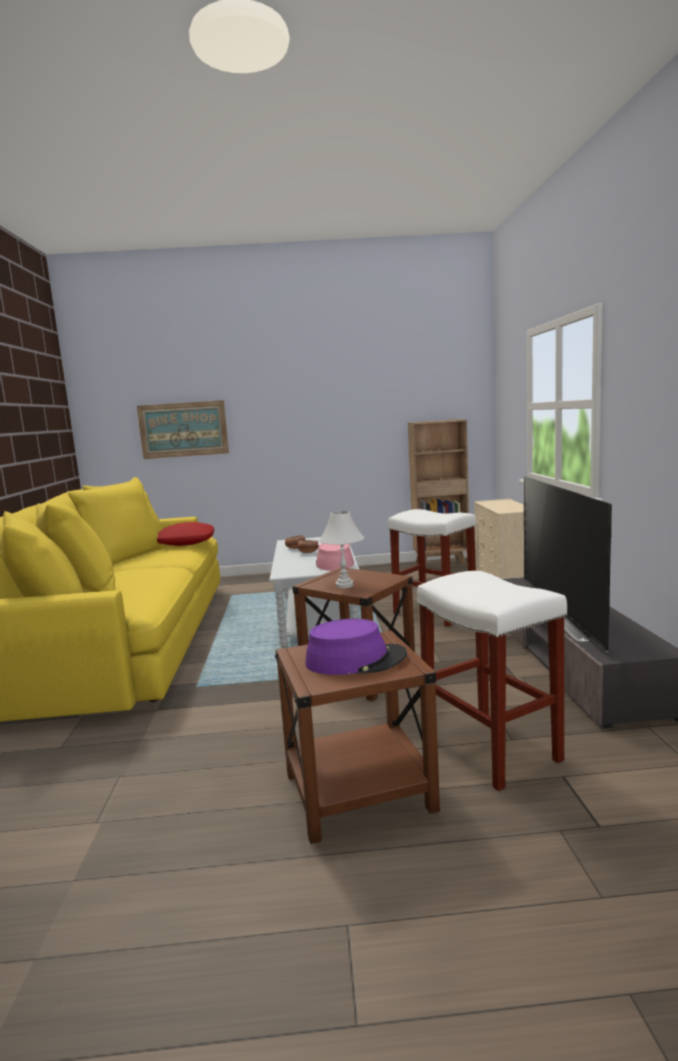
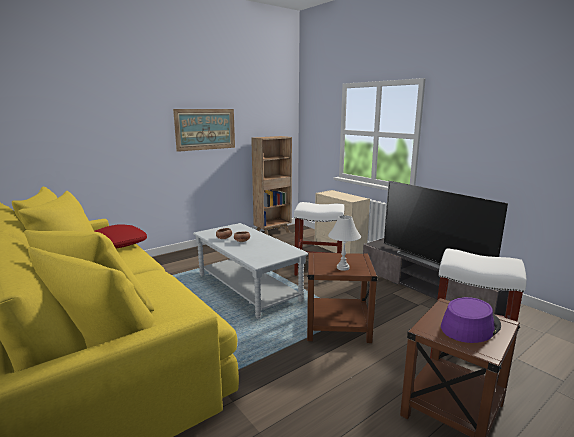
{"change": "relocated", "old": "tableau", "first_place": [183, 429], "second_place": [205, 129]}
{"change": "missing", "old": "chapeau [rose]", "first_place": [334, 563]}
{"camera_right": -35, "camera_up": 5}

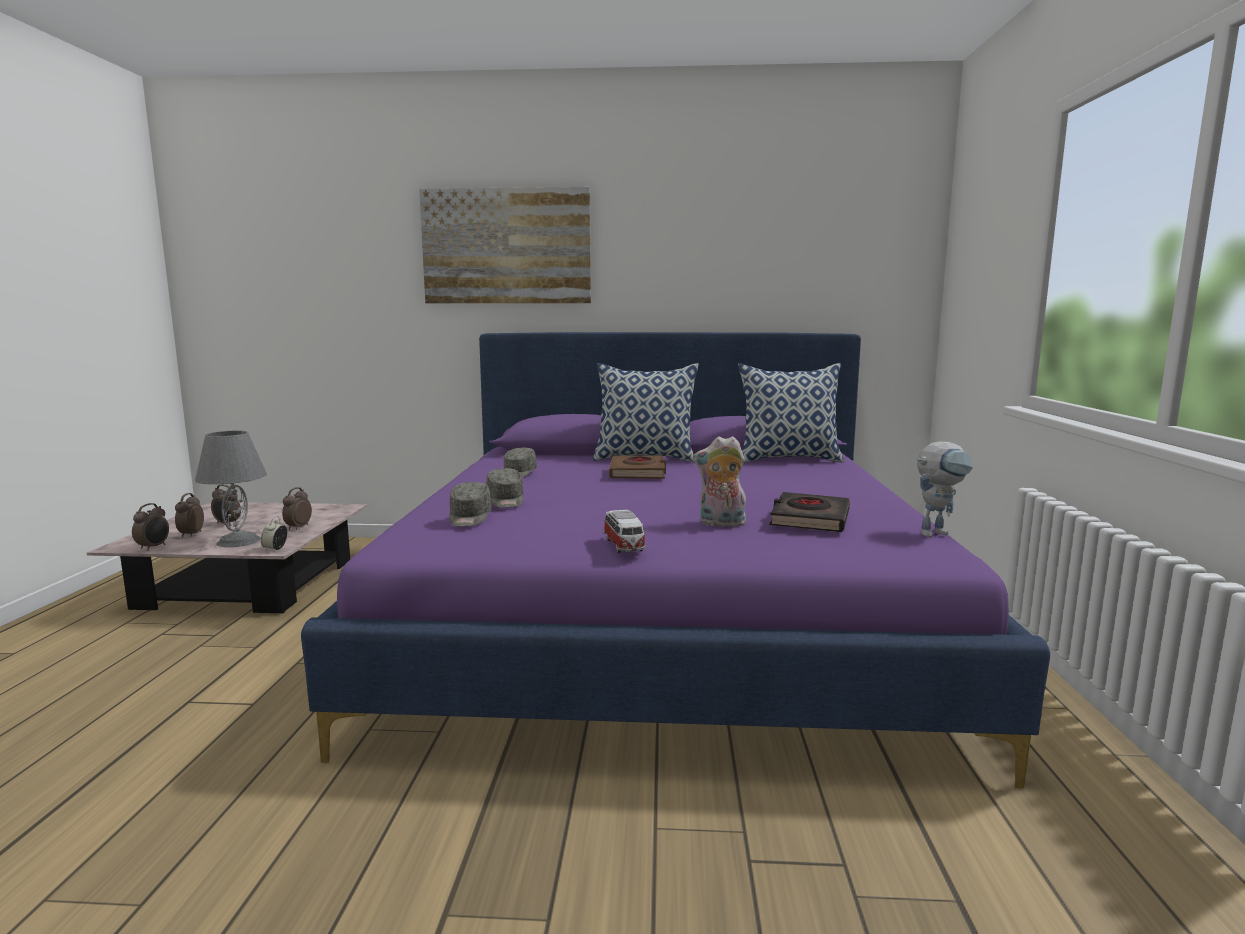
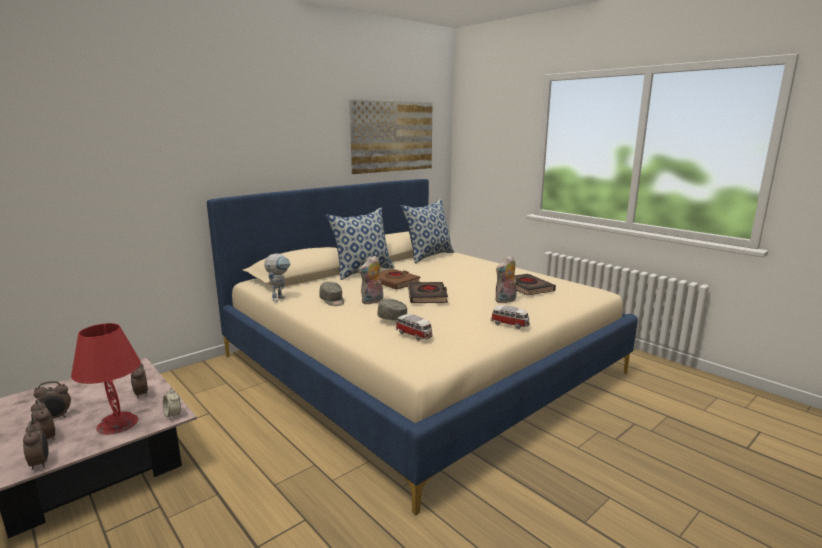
{"change": "relocated", "old": "tableau", "first_place": [506, 246], "second_place": [393, 136]}
{"change": "colour", "old": "lit [violet]", "new": "lit [beige]", "first_place": [664, 621], "second_place": [419, 364]}
{"change": "colour", "old": "lampe de table [gris]", "new": "lampe de table [rouge]", "first_place": [238, 541], "second_place": [117, 423]}
{"change": "relocated", "old": "robot jouet", "first_place": [937, 532], "second_place": [279, 298]}
{"change": "exchanged", "old": "casquette [gris]", "new": "petite voiture", "first_place": [469, 518], "second_place": [414, 335]}
{"change": "appeared", "new": "peluche", "second_place": [372, 301]}
{"change": "appeared", "new": "livre [noir]", "second_place": [427, 296]}
{"camera_right": -45, "camera_up": 5}

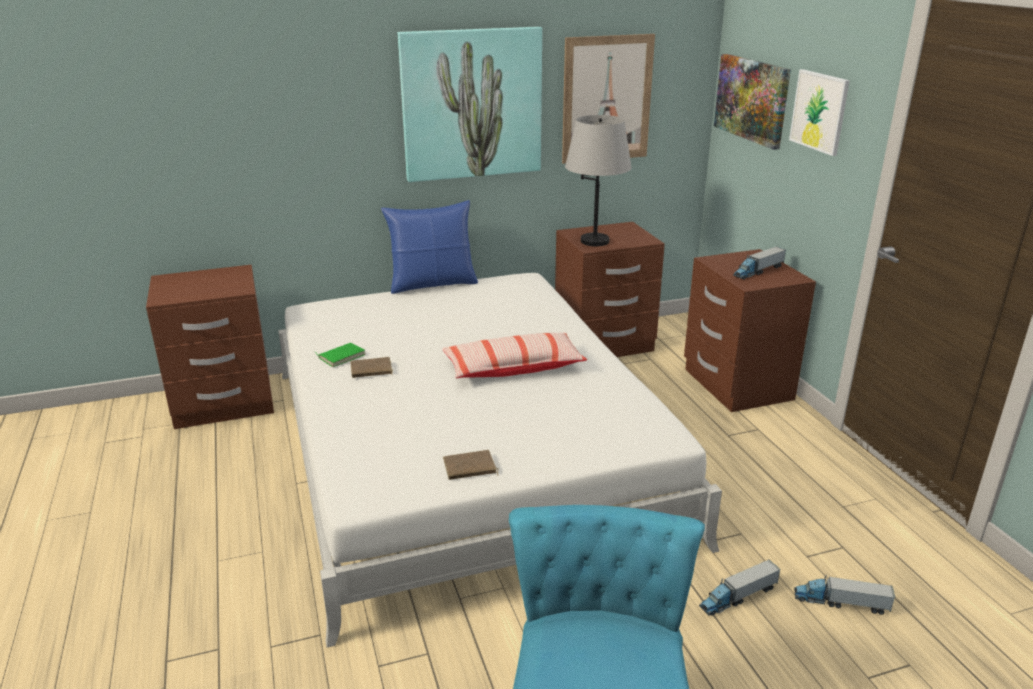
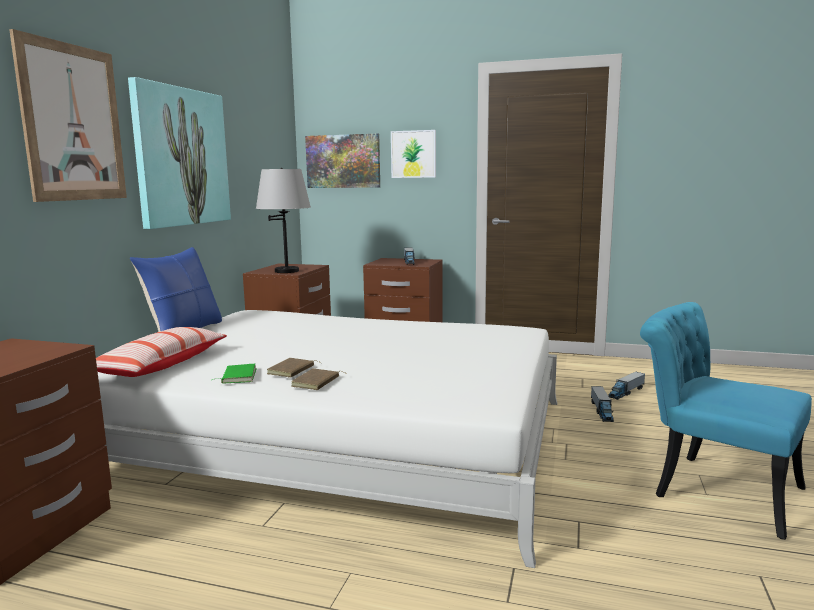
{"change": "relocated", "old": "tableau", "first_place": [607, 99], "second_place": [73, 123]}
{"change": "relocated", "old": "coussin", "first_place": [513, 368], "second_place": [161, 365]}
{"change": "relocated", "old": "livre [marron]", "first_place": [469, 469], "second_place": [317, 382]}
{"camera_right": -55, "camera_up": -15}

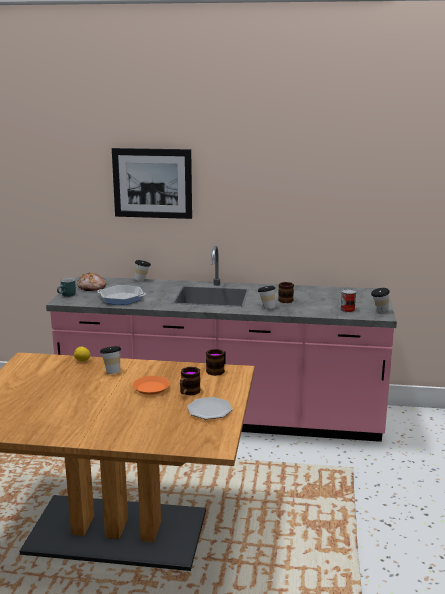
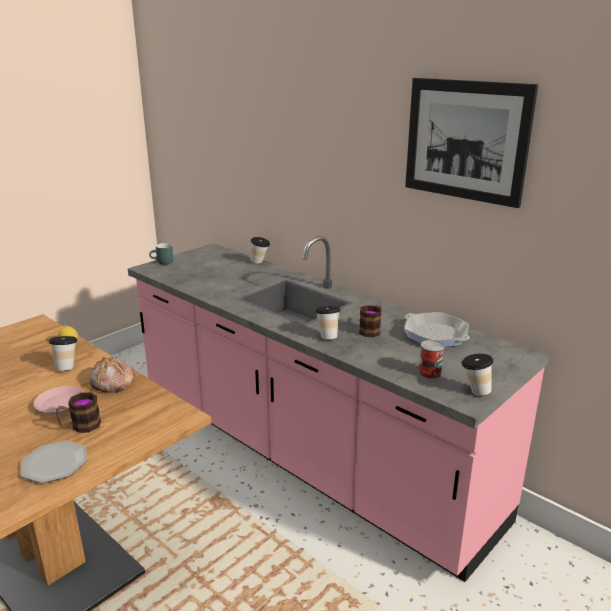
{"change": "relocated", "old": "tableau", "first_place": [152, 183], "second_place": [466, 140]}
{"change": "relocated", "old": "pain", "first_place": [91, 287], "second_place": [112, 383]}
{"change": "relocated", "old": "poêle", "first_place": [121, 298], "second_place": [435, 335]}
{"change": "missing", "old": "mug", "first_place": [215, 369]}
{"change": "colour", "old": "assiette [orange]", "new": "assiette [rose]", "first_place": [151, 388], "second_place": [60, 404]}
{"camera_right": 35, "camera_up": 5}

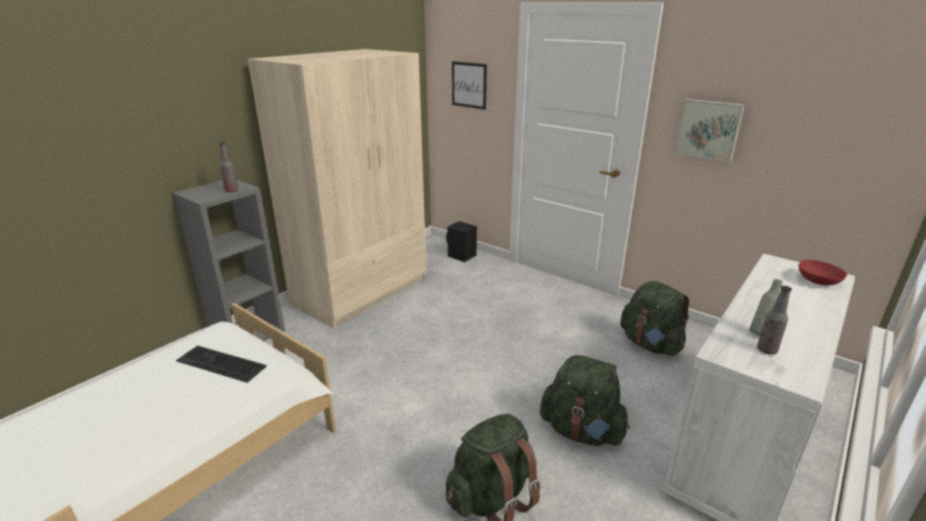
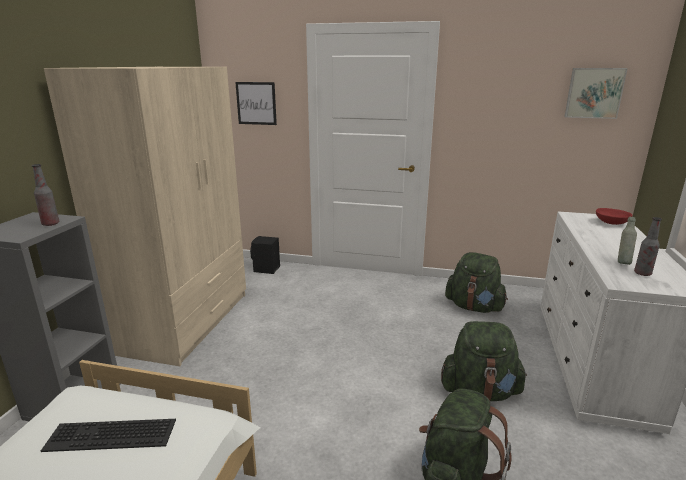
{"change": "relocated", "old": "tableau", "first_place": [708, 129], "second_place": [594, 93]}
{"camera_right": -25, "camera_up": -5}

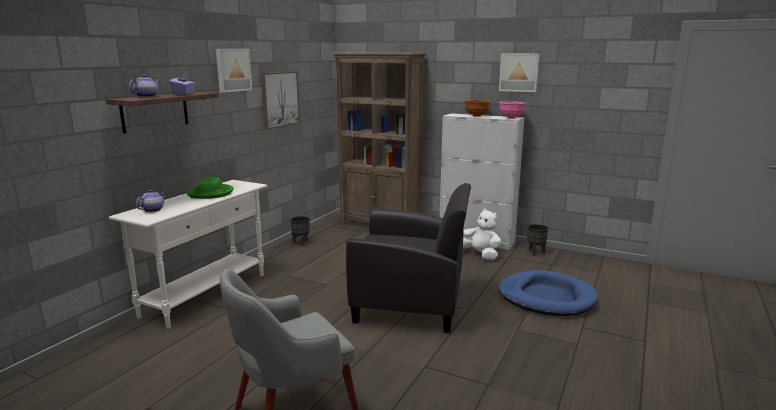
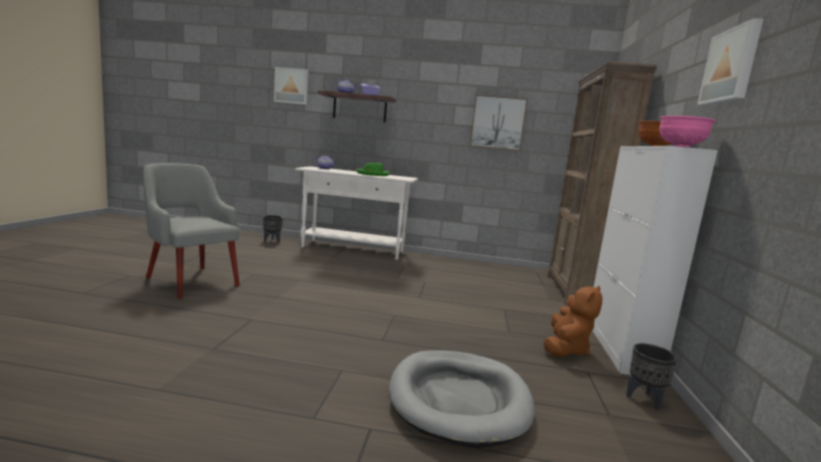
{"change": "relocated", "old": "tableau", "first_place": [232, 70], "second_place": [291, 86]}
{"change": "missing", "old": "fauteuil [noir]", "first_place": [410, 304]}
{"change": "colour", "old": "peluche [blanc]", "new": "peluche [marron]", "first_place": [480, 254], "second_place": [565, 349]}
{"change": "relocated", "old": "cache-pot [noir]", "first_place": [301, 243], "second_place": [272, 241]}
{"change": "colour", "old": "panier pour chien [bleu]", "new": "panier pour chien [gris]", "first_place": [546, 297], "second_place": [459, 399]}
{"camera_right": 70, "camera_up": -5}

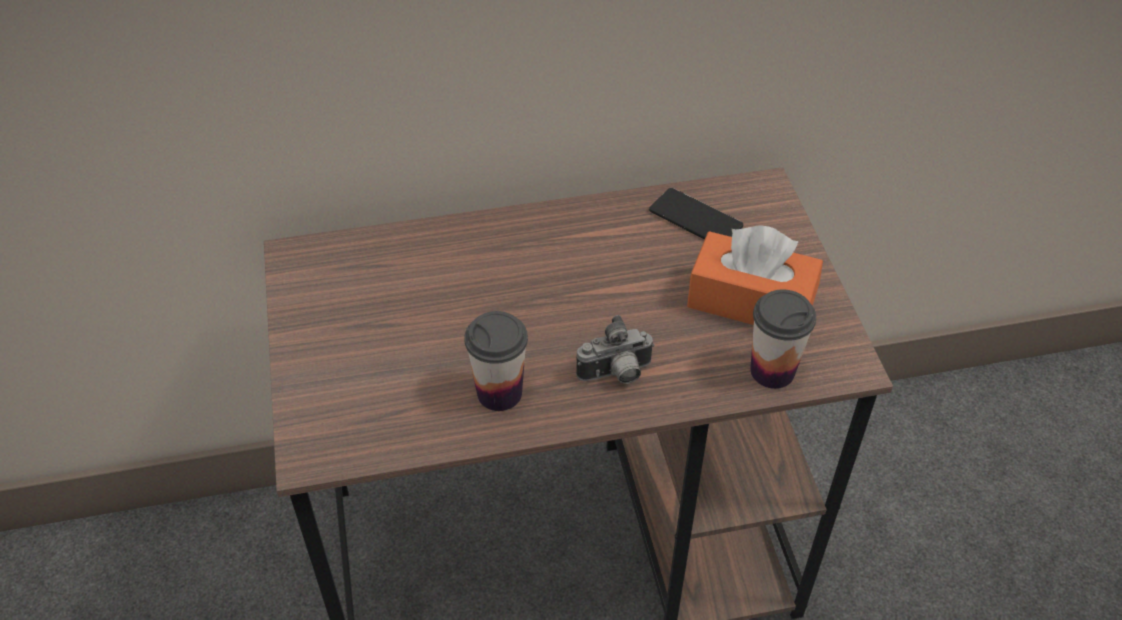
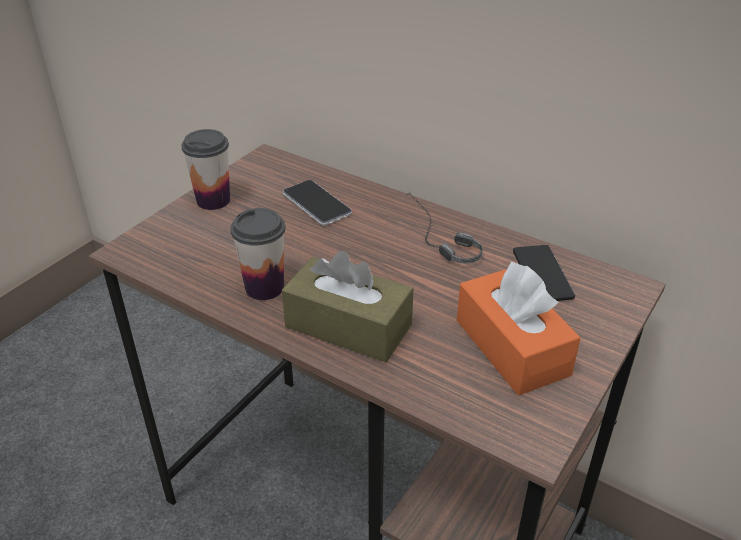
{"change": "relocated", "old": "tasse", "first_place": [772, 371], "second_place": [213, 200]}
{"change": "exchanged", "old": "appareil photo", "new": "boîte à mouchoirs [marron]", "first_place": [616, 374], "second_place": [348, 326]}
{"change": "appeared", "new": "téléphone", "second_place": [316, 204]}
{"change": "appeared", "new": "casque audio", "second_place": [435, 241]}
{"camera_right": 45, "camera_up": -10}

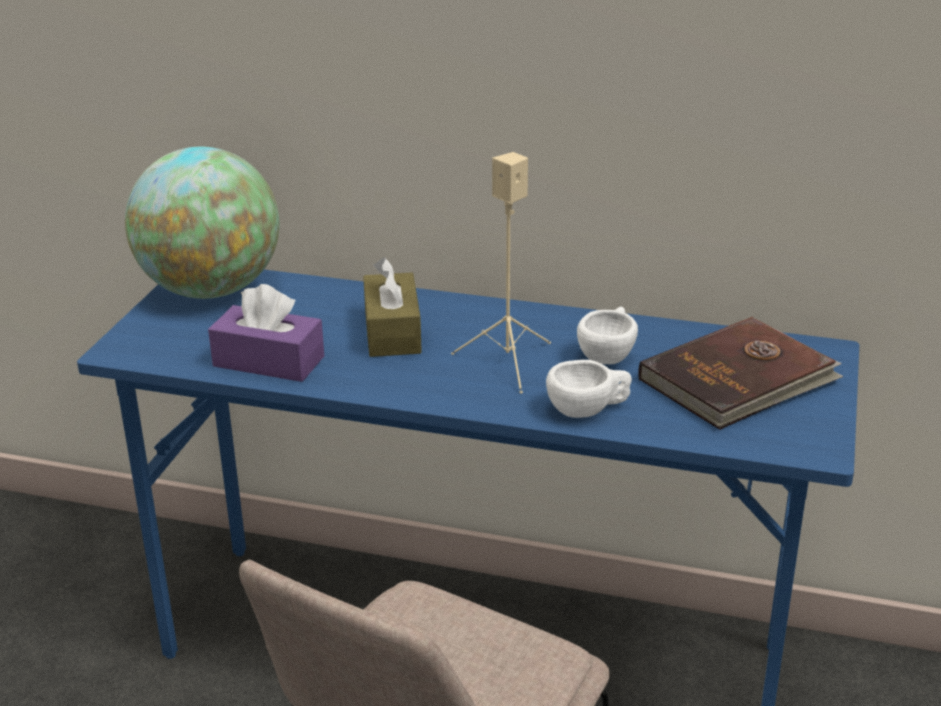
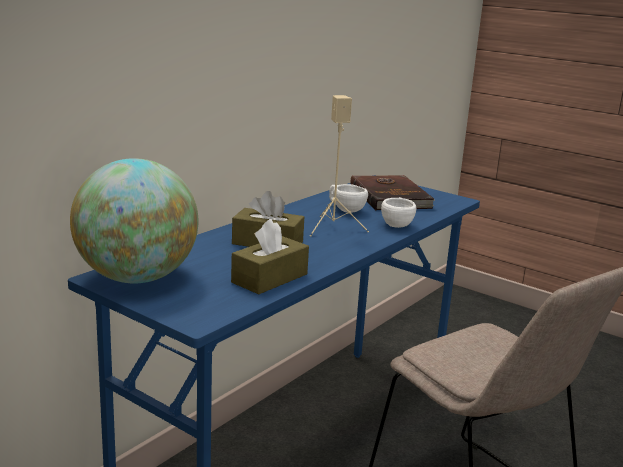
{"change": "colour", "old": "boîte à mouchoirs [violet]", "new": "boîte à mouchoirs [marron]", "first_place": [268, 361], "second_place": [269, 278]}
{"camera_right": -70, "camera_up": -10}

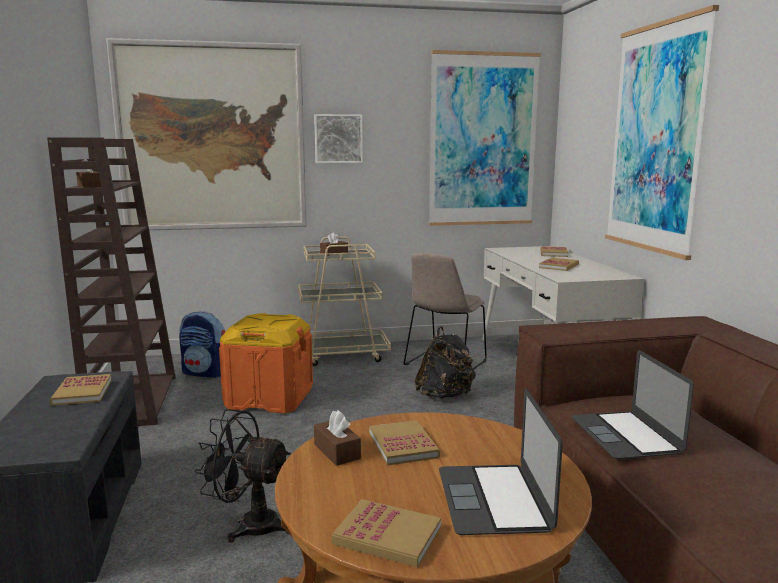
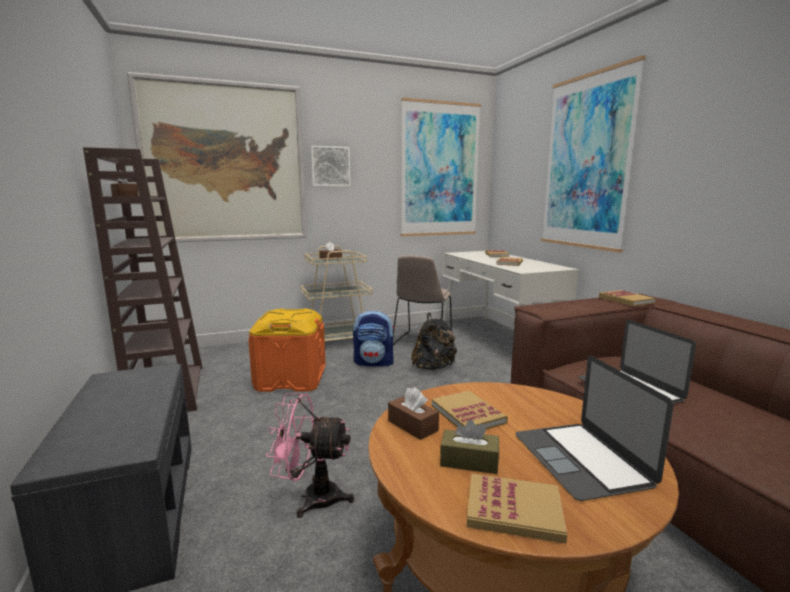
{"change": "relocated", "old": "sac à dos", "first_place": [205, 373], "second_place": [374, 363]}
{"change": "relocated", "old": "livre", "first_place": [82, 392], "second_place": [625, 300]}
{"change": "colour", "old": "ventilateur [noir]", "new": "ventilateur [rose]", "first_place": [249, 525], "second_place": [312, 498]}
{"change": "appeared", "new": "boîte à mouchoirs [marron]", "second_place": [469, 461]}
{"camera_right": -10, "camera_up": 0}

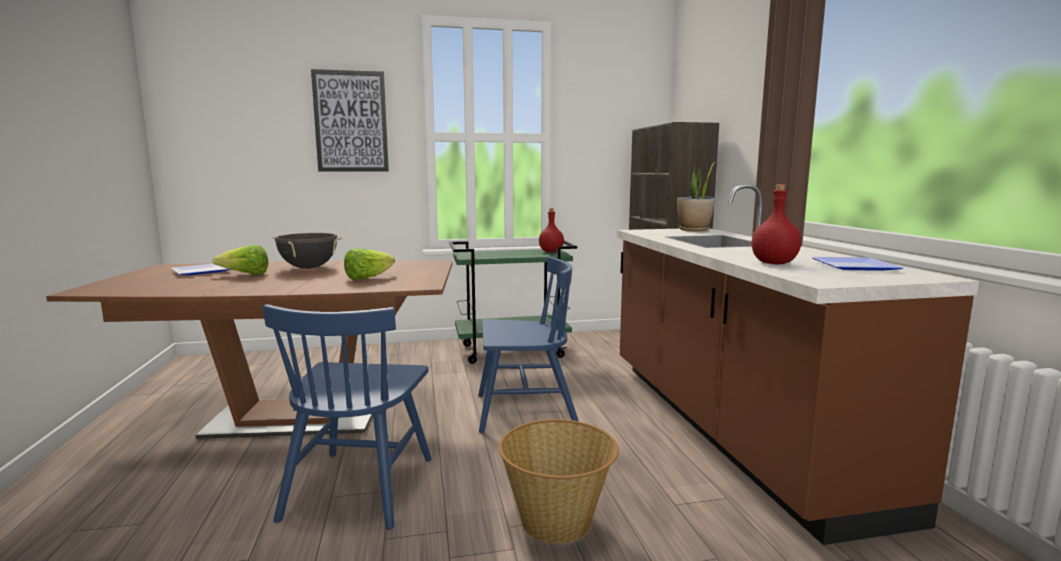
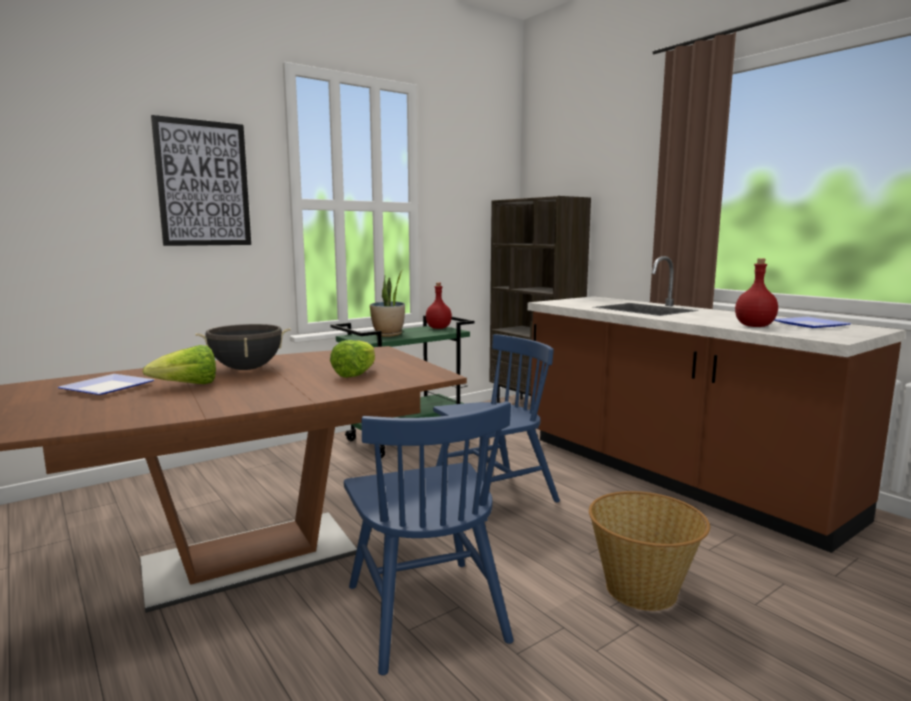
{"change": "relocated", "old": "plante en pot", "first_place": [694, 230], "second_place": [388, 334]}
{"camera_right": -25, "camera_up": 0}

